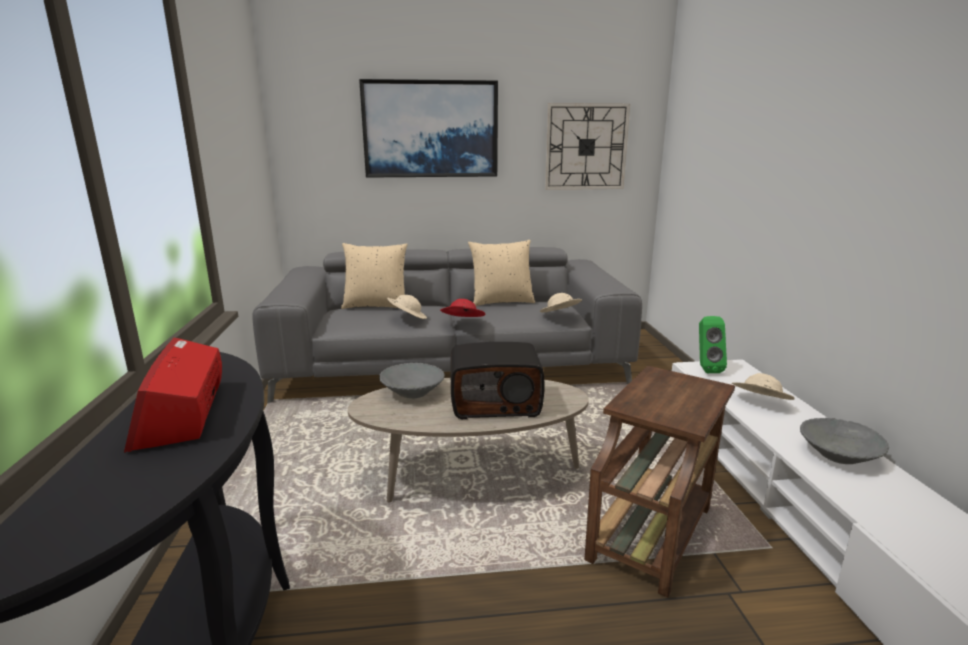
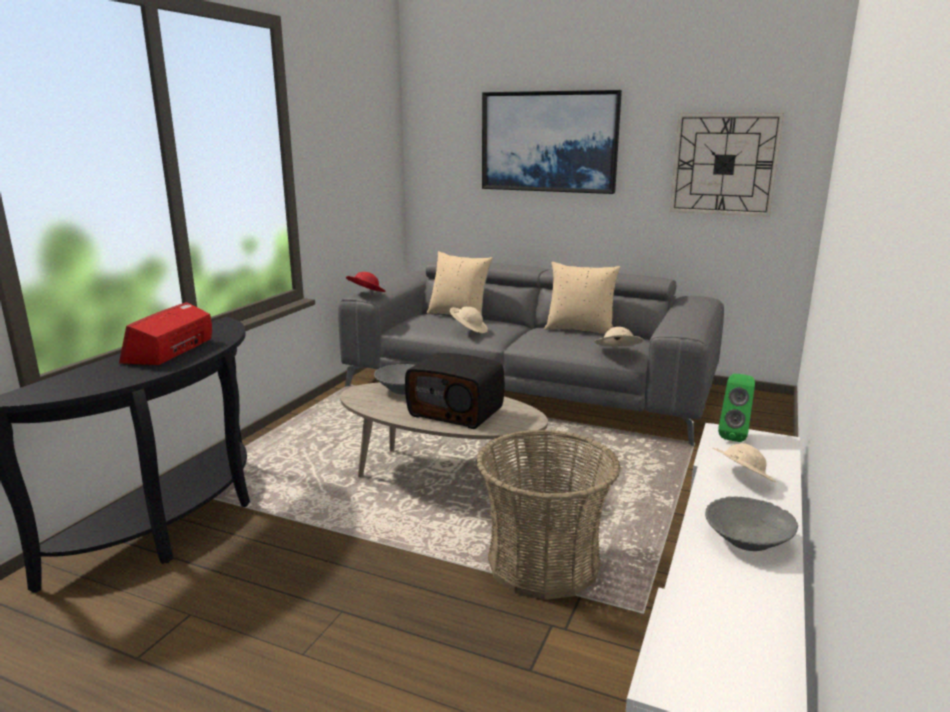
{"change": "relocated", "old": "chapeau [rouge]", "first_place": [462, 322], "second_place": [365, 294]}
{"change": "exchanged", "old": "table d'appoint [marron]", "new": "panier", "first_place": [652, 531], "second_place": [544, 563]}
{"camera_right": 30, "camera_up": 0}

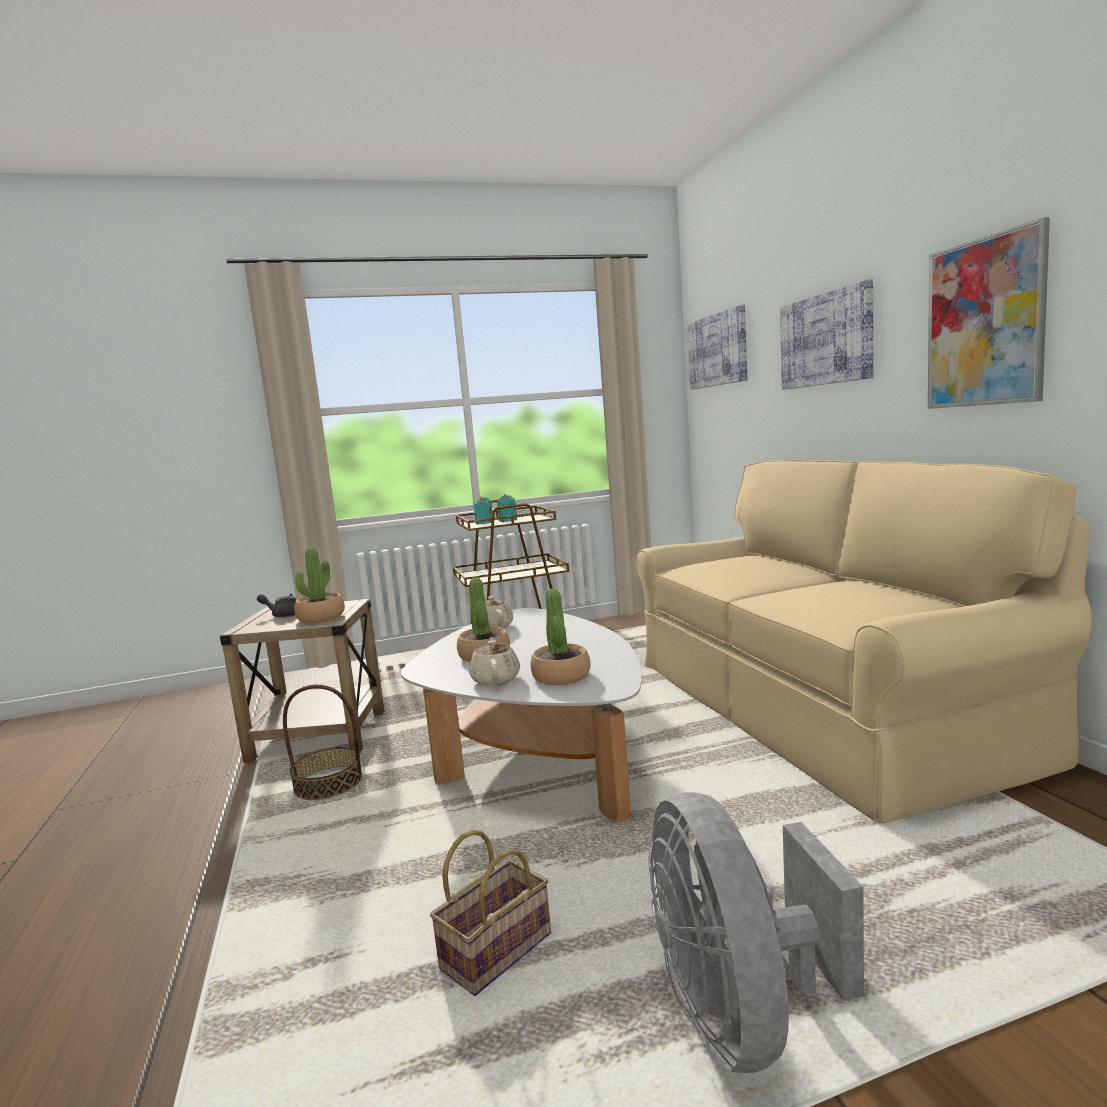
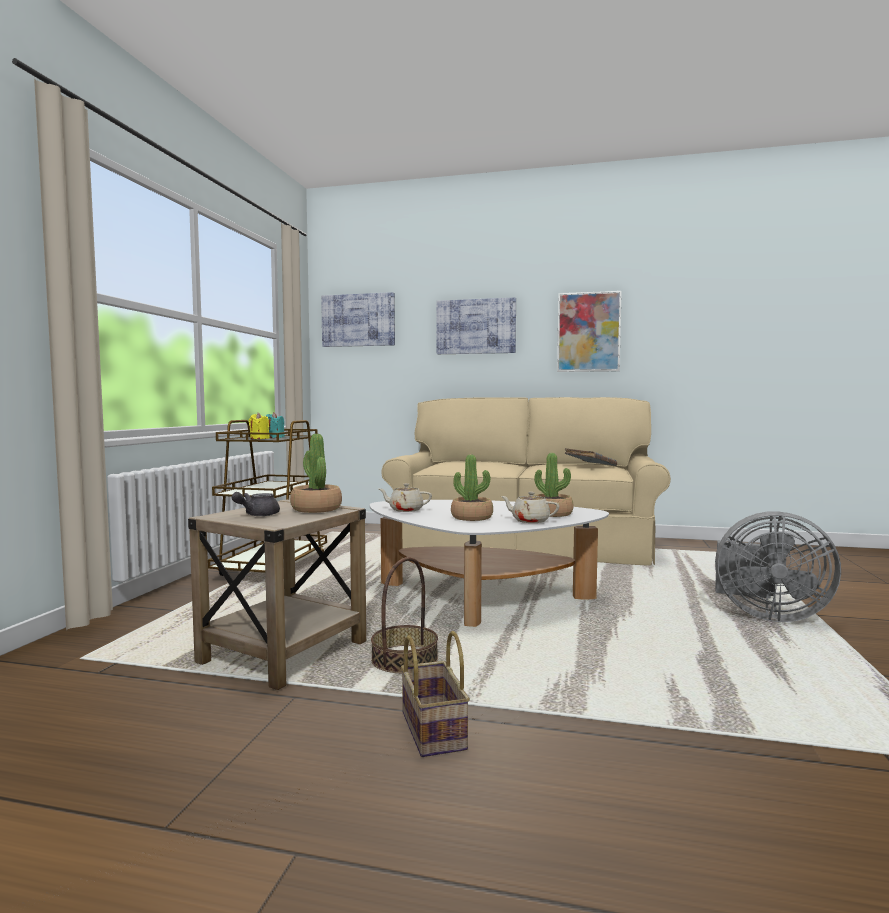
{"change": "colour", "old": "bougie [turquoise]", "new": "bougie [jaune]", "first_place": [484, 522], "second_place": [259, 438]}
{"change": "relocated", "old": "panier", "first_place": [497, 949], "second_place": [431, 729]}
{"change": "appeared", "new": "livre [gris]", "second_place": [590, 466]}
{"camera_right": -60, "camera_up": -5}

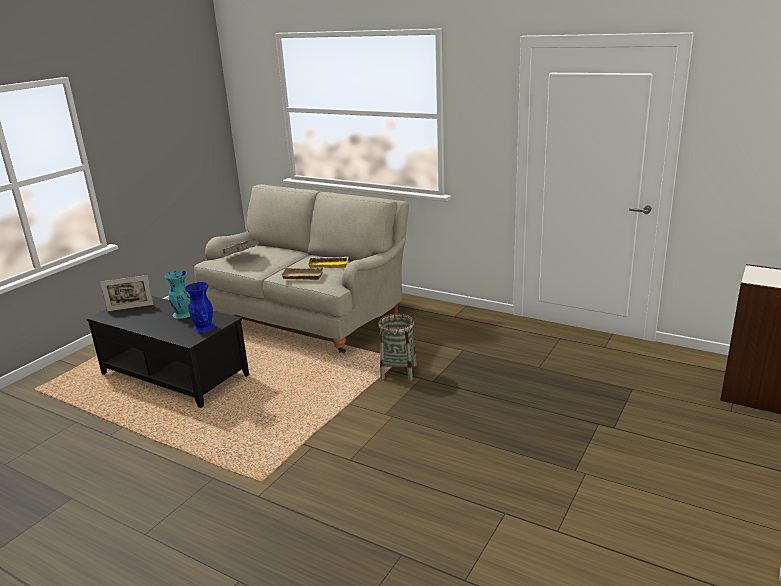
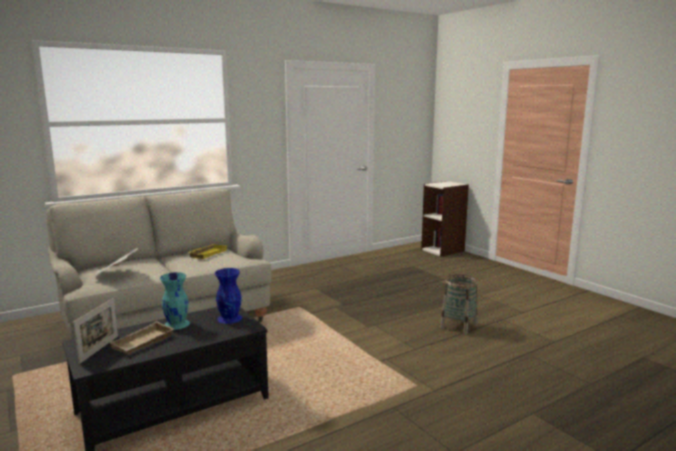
{"change": "relocated", "old": "plateau [beige]", "first_place": [302, 277], "second_place": [143, 343]}
{"change": "relocated", "old": "panier", "first_place": [398, 371], "second_place": [458, 326]}
{"camera_right": -65, "camera_up": -10}

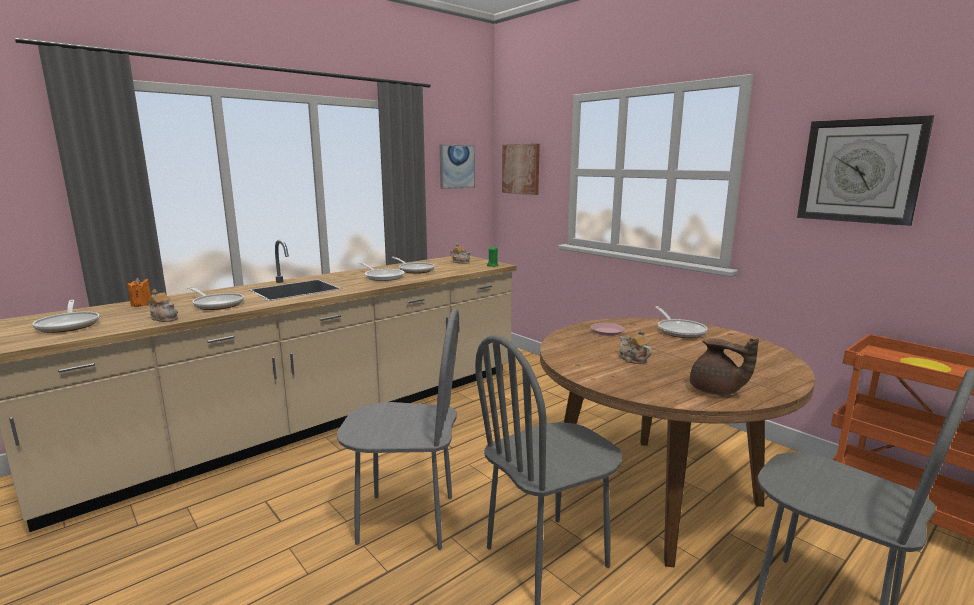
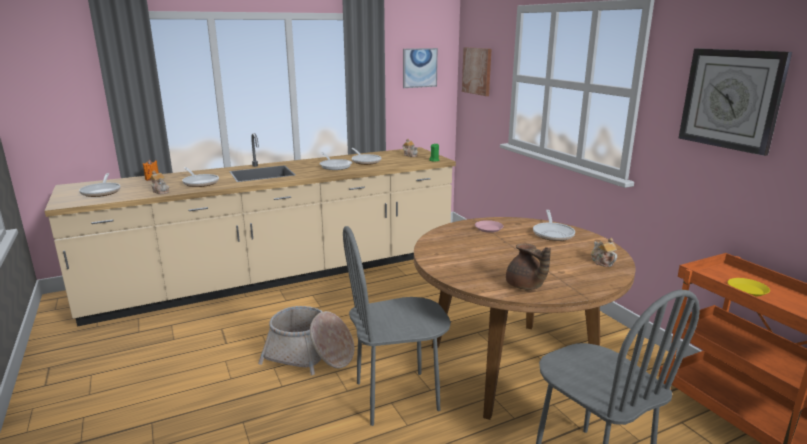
{"change": "exchanged", "old": "chaise [gris]", "new": "panier", "first_place": [406, 520], "second_place": [310, 355]}
{"change": "relocated", "old": "théière", "first_place": [633, 359], "second_place": [602, 262]}
{"camera_right": 15, "camera_up": 5}

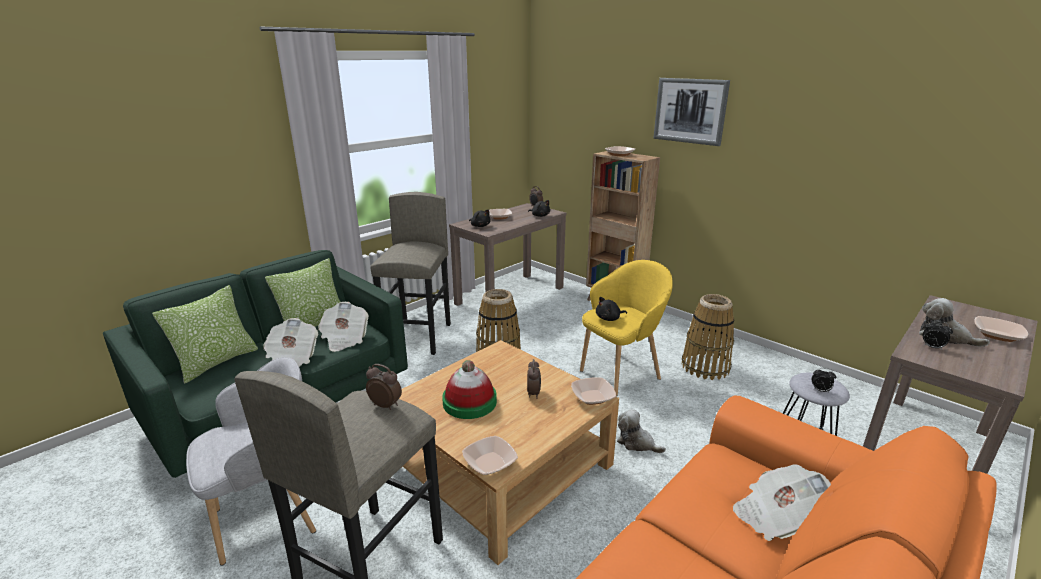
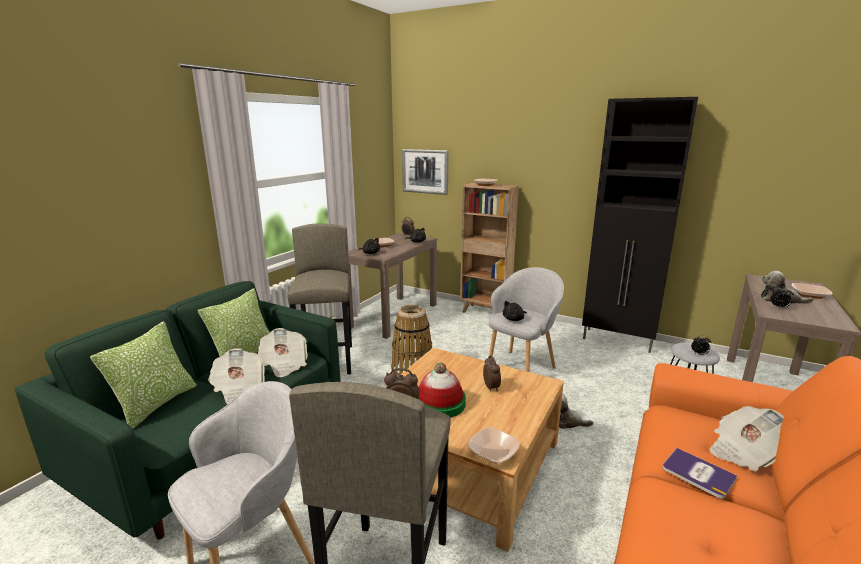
{"change": "relocated", "old": "tableau", "first_place": [690, 111], "second_place": [425, 171]}
{"change": "colour", "old": "fauteuil [jaune]", "new": "fauteuil [gris]", "first_place": [621, 373], "second_place": [521, 367]}
{"change": "missing", "old": "panier", "first_place": [705, 367]}
{"change": "missing", "old": "bol", "first_place": [592, 397]}
{"change": "appeared", "new": "meuble de rangement [noir]", "second_place": [618, 340]}
{"change": "appeared", "new": "livre", "second_place": [698, 473]}
{"camera_right": -15, "camera_up": -5}

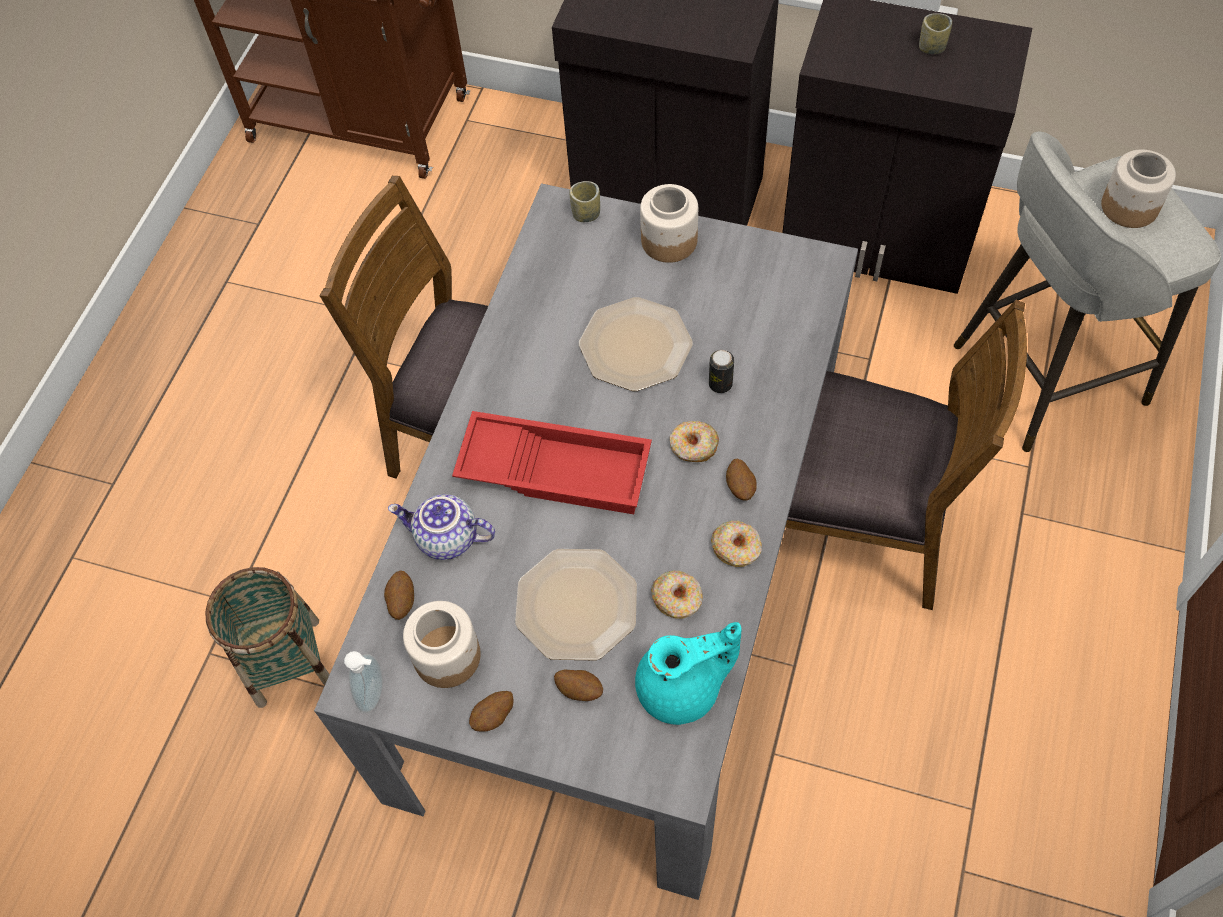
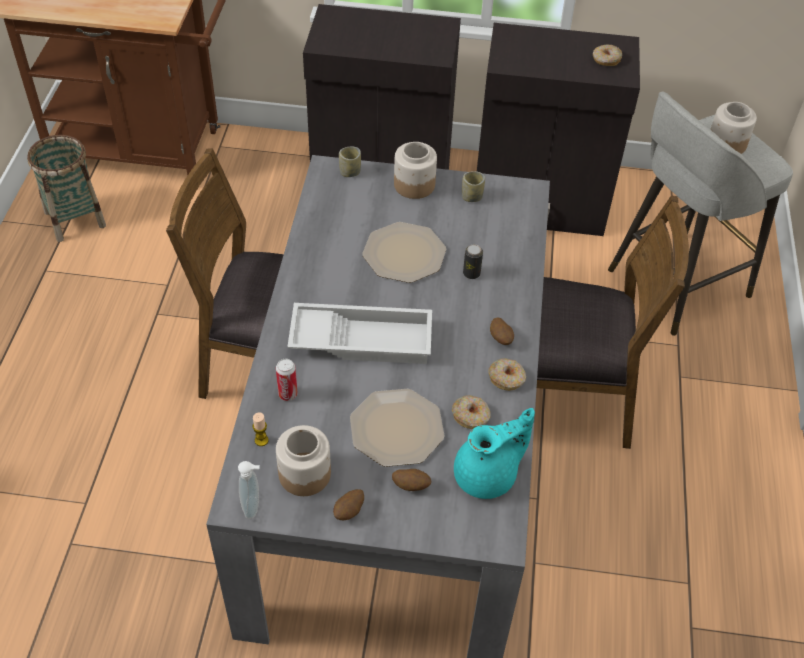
{"change": "relocated", "old": "tasse", "first_place": [931, 47], "second_place": [471, 197]}
{"change": "colour", "old": "plateau [rouge]", "new": "plateau [blanc]", "first_place": [557, 468], "second_place": [362, 338]}
{"change": "relocated", "old": "beignet", "first_place": [693, 446], "second_place": [606, 60]}
{"change": "exchanged", "old": "théière", "new": "boîte métallique", "first_place": [446, 539], "second_place": [288, 394]}
{"change": "relocated", "old": "panier", "first_place": [288, 661], "second_place": [74, 219]}
{"change": "exchanged", "old": "pomme de terre", "new": "bougie", "first_place": [401, 601], "second_place": [261, 440]}
{"camera_right": -15, "camera_up": -10}

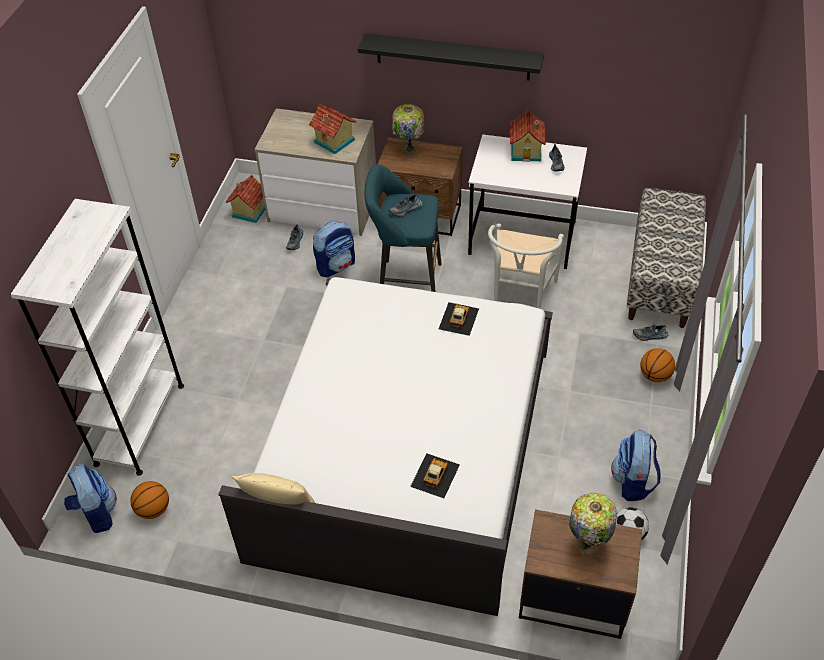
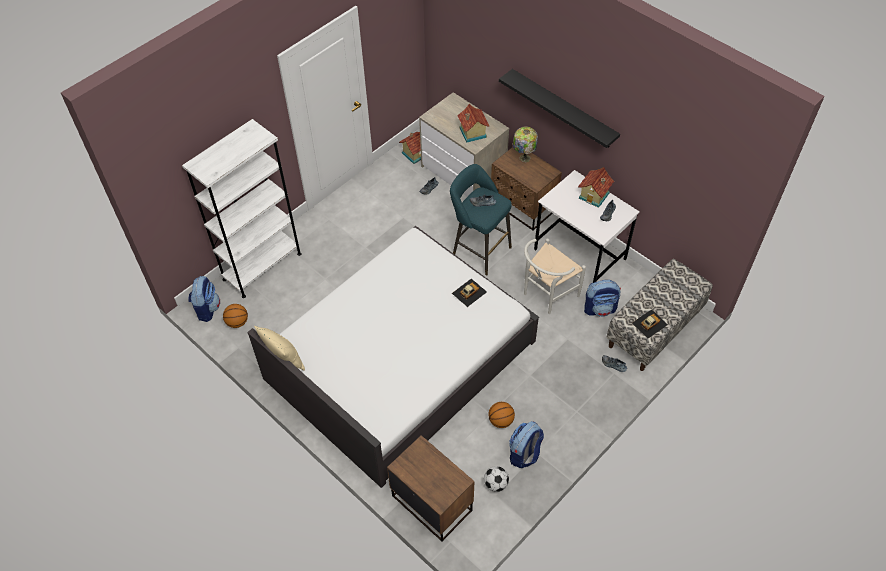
{"change": "relocated", "old": "sac à dos", "first_place": [336, 266], "second_place": [600, 309]}
{"change": "relocated", "old": "ballon de basket", "first_place": [655, 375], "second_place": [501, 421]}
{"change": "relocated", "old": "petite voiture", "first_place": [434, 475], "second_place": [649, 323]}
{"change": "missing", "old": "lampe de table", "first_place": [588, 543]}
{"camera_right": 30, "camera_up": 5}

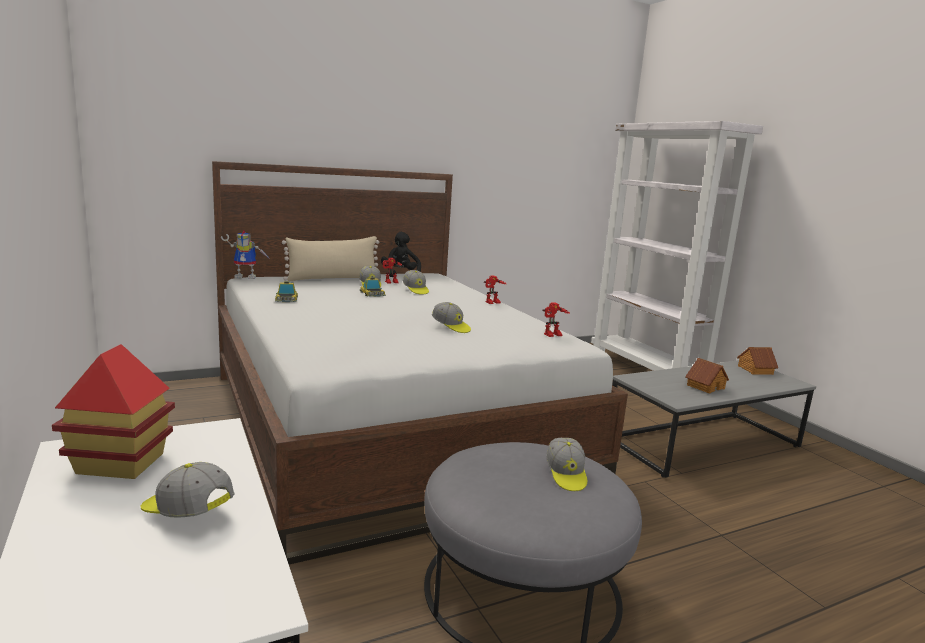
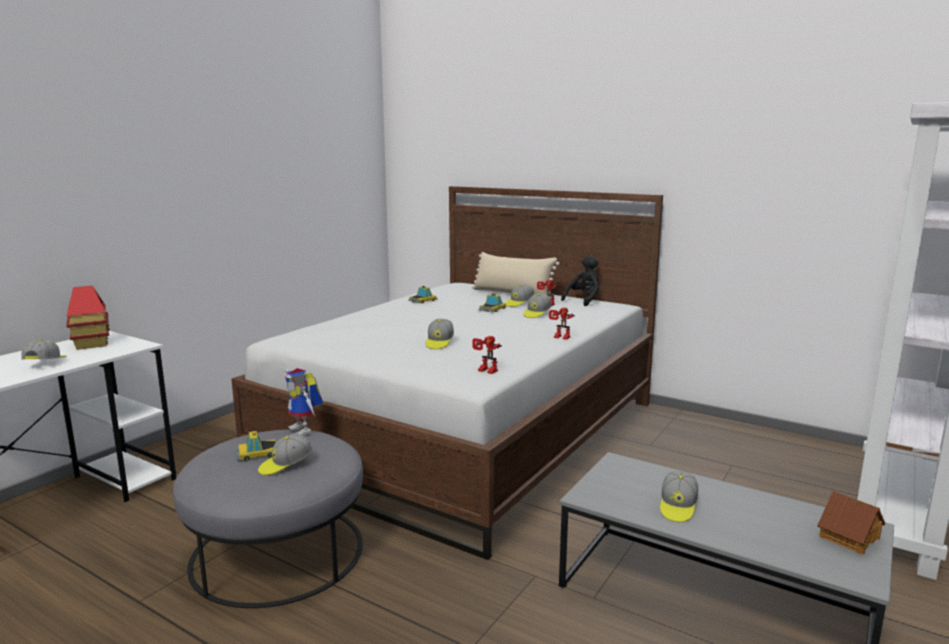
{"change": "relocated", "old": "robot jouet", "first_place": [247, 277], "second_place": [305, 430]}
{"change": "exchanged", "old": "maison miniature", "new": "casquette", "first_place": [705, 386], "second_place": [677, 507]}
{"change": "appeared", "new": "petite voiture", "second_place": [258, 453]}
{"camera_right": 60, "camera_up": 0}

